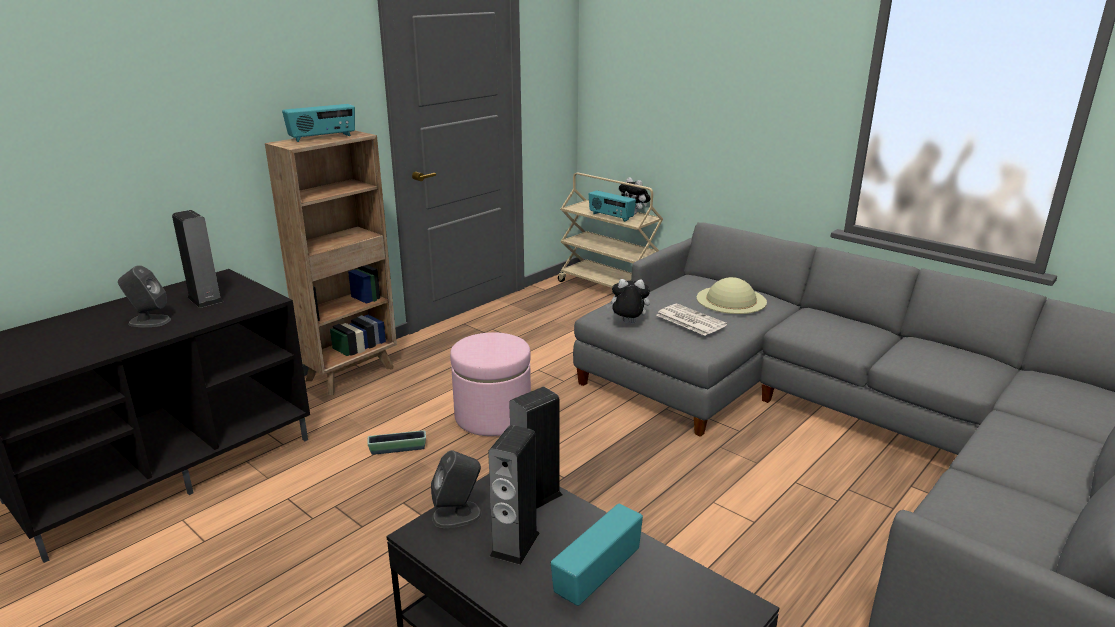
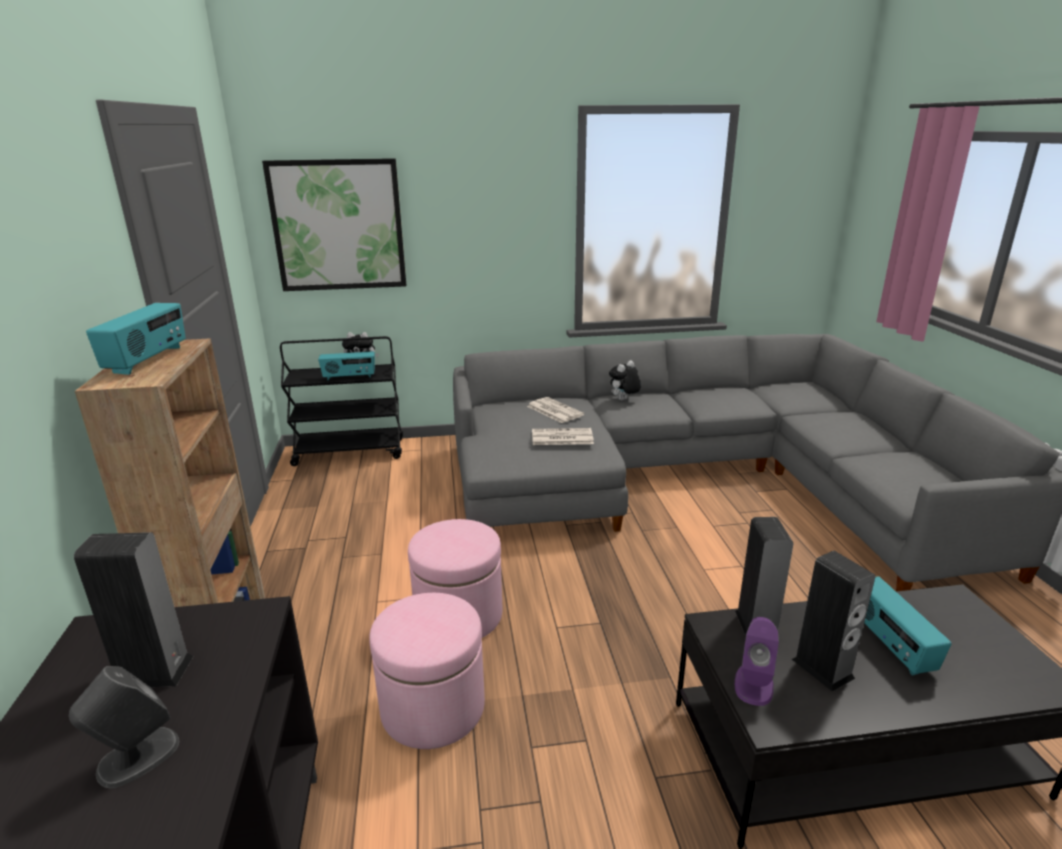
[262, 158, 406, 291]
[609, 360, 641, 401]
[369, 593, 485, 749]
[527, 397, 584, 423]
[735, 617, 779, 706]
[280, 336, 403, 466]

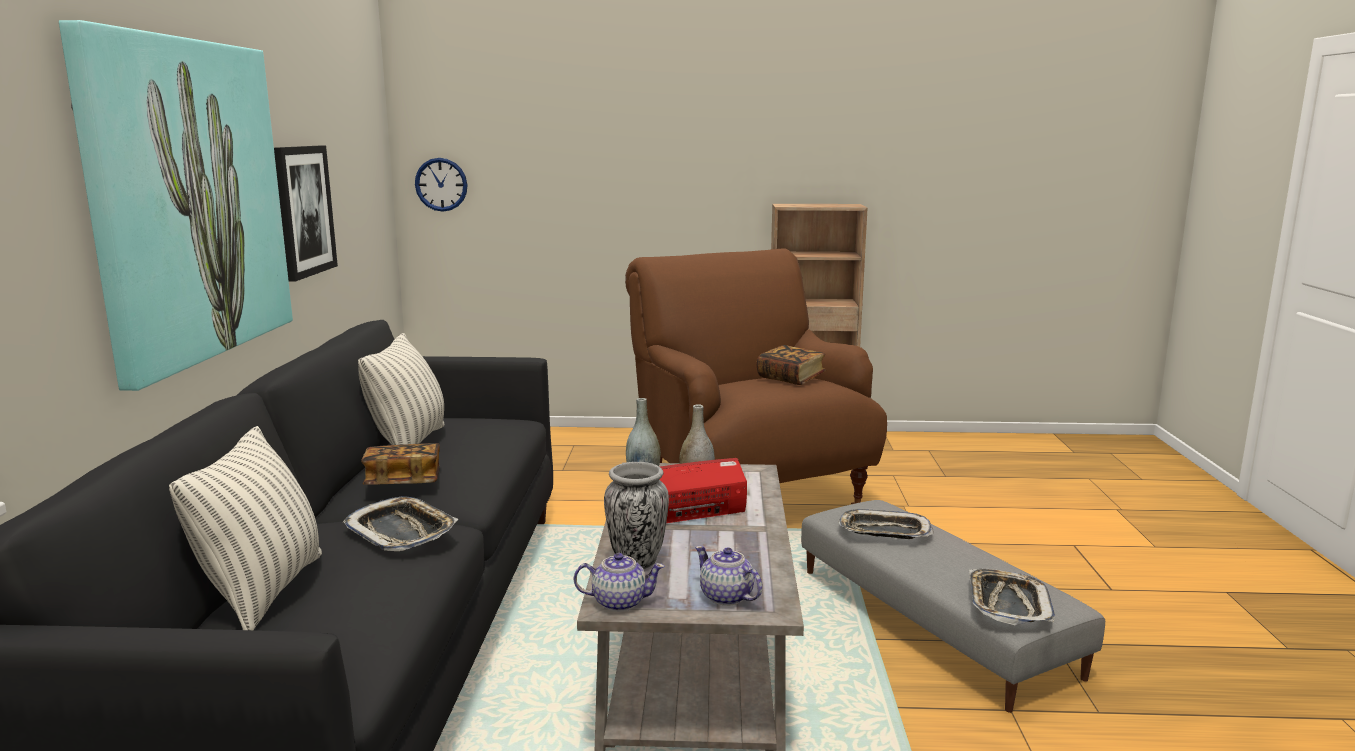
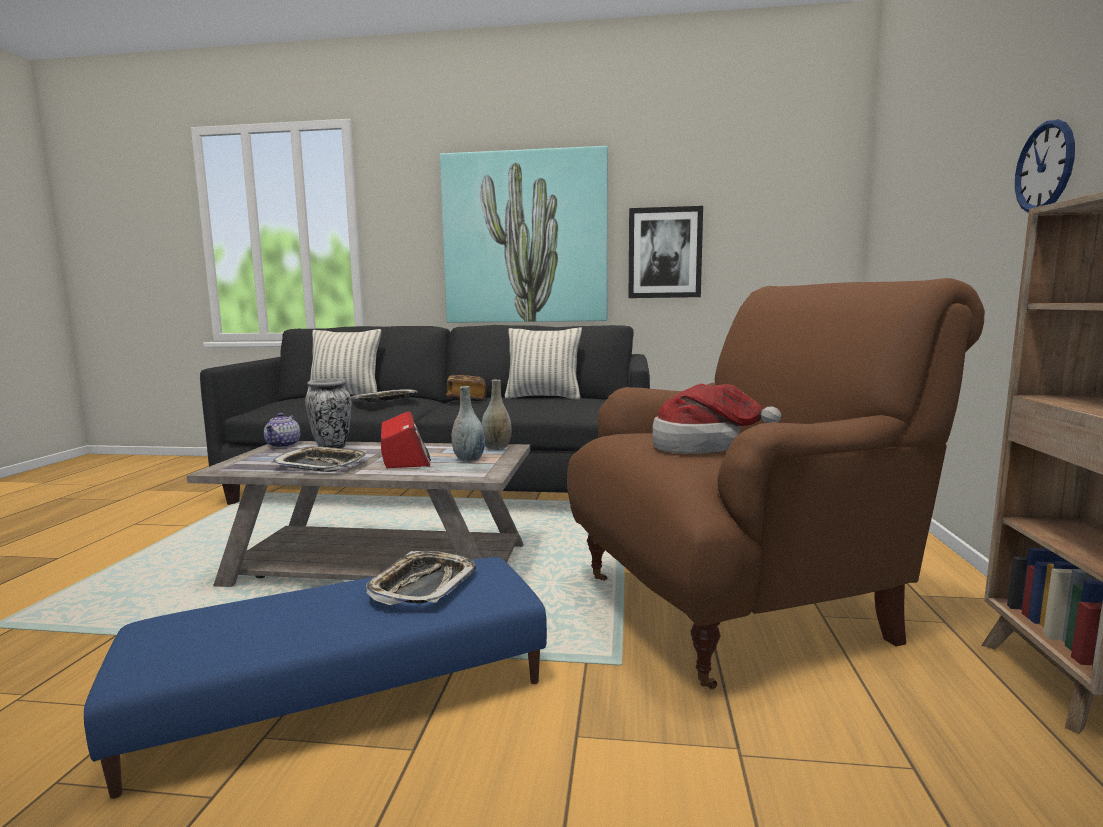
[695, 546, 762, 606] (first image)
[1015, 119, 1075, 213]
[271, 446, 366, 472]
[652, 383, 781, 454]
[84, 557, 547, 799]

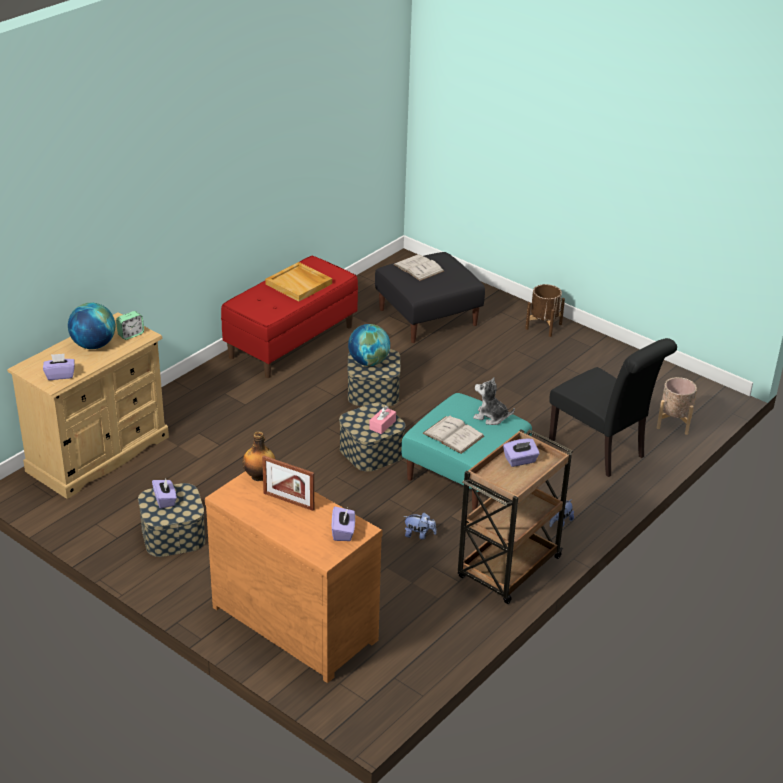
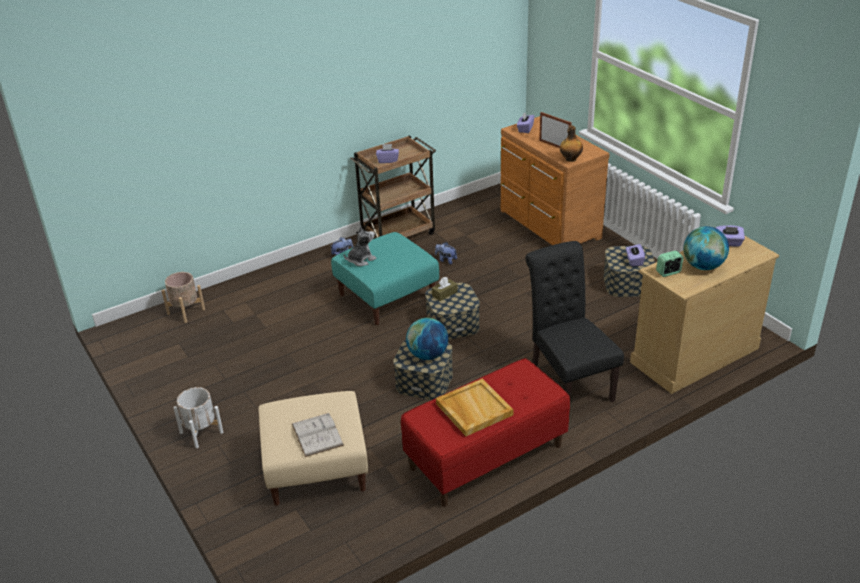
[422, 415, 484, 454] (first image)
[525, 241, 624, 414]
[432, 277, 458, 301]
[259, 391, 368, 506]
[173, 387, 223, 448]
[344, 226, 377, 266]

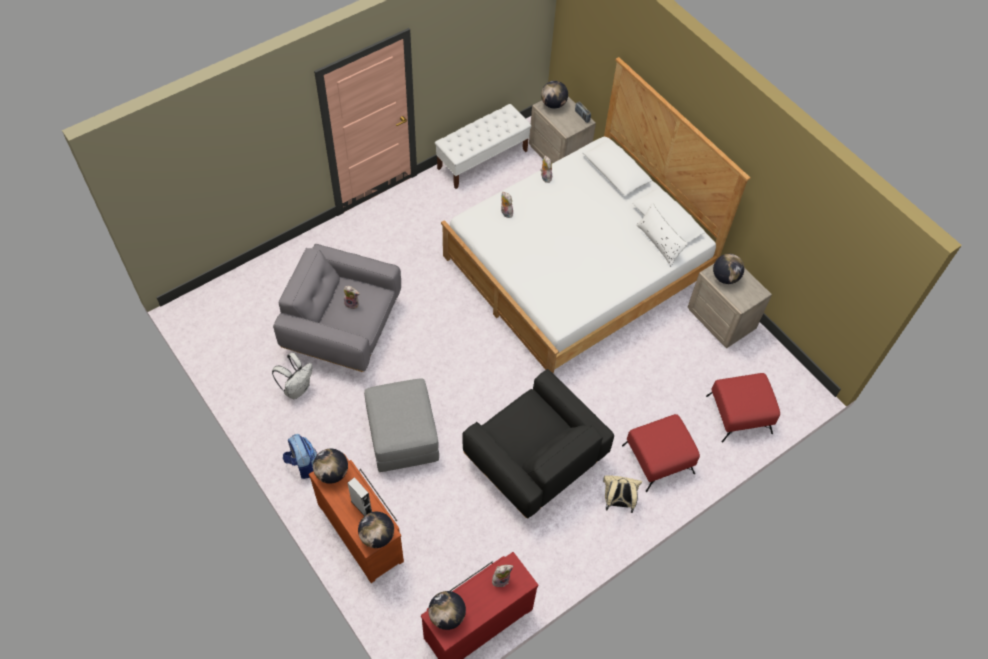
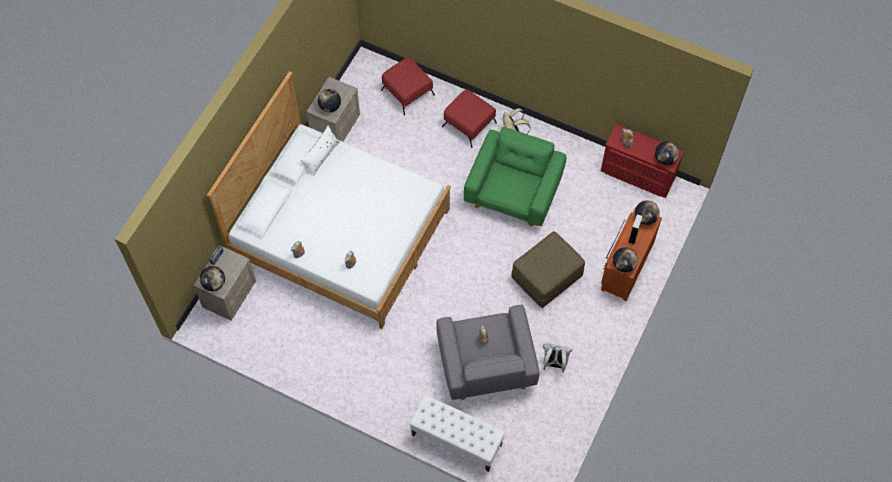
[283, 434, 317, 479] (first image)
[409, 395, 505, 472]
[511, 231, 585, 308]
[464, 127, 566, 226]

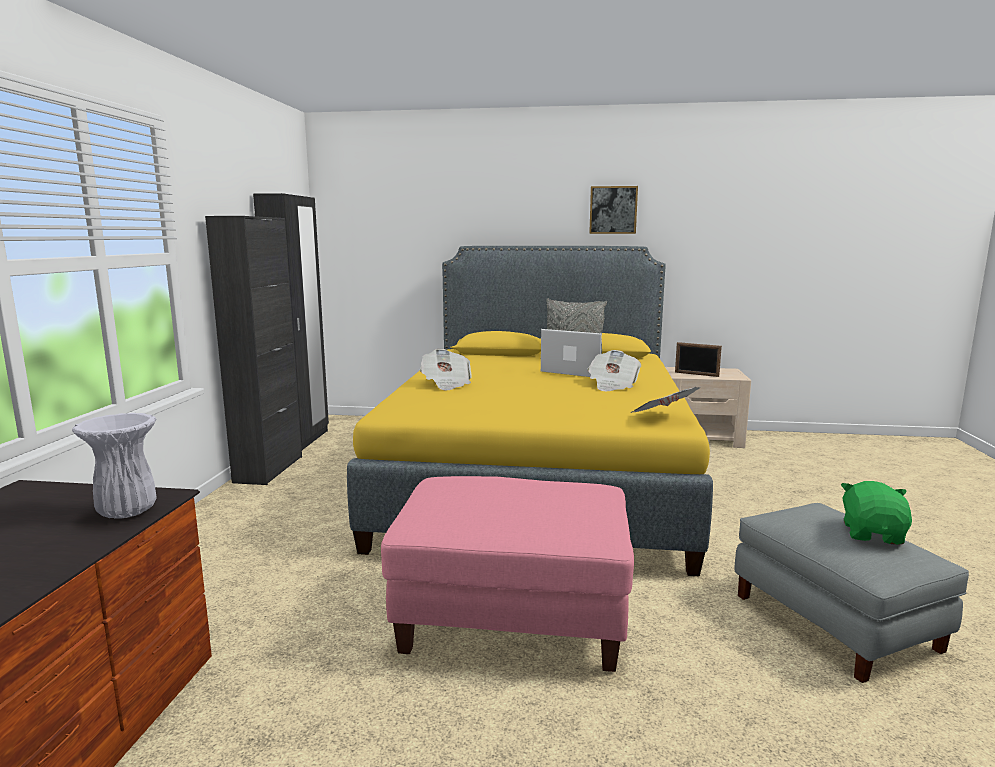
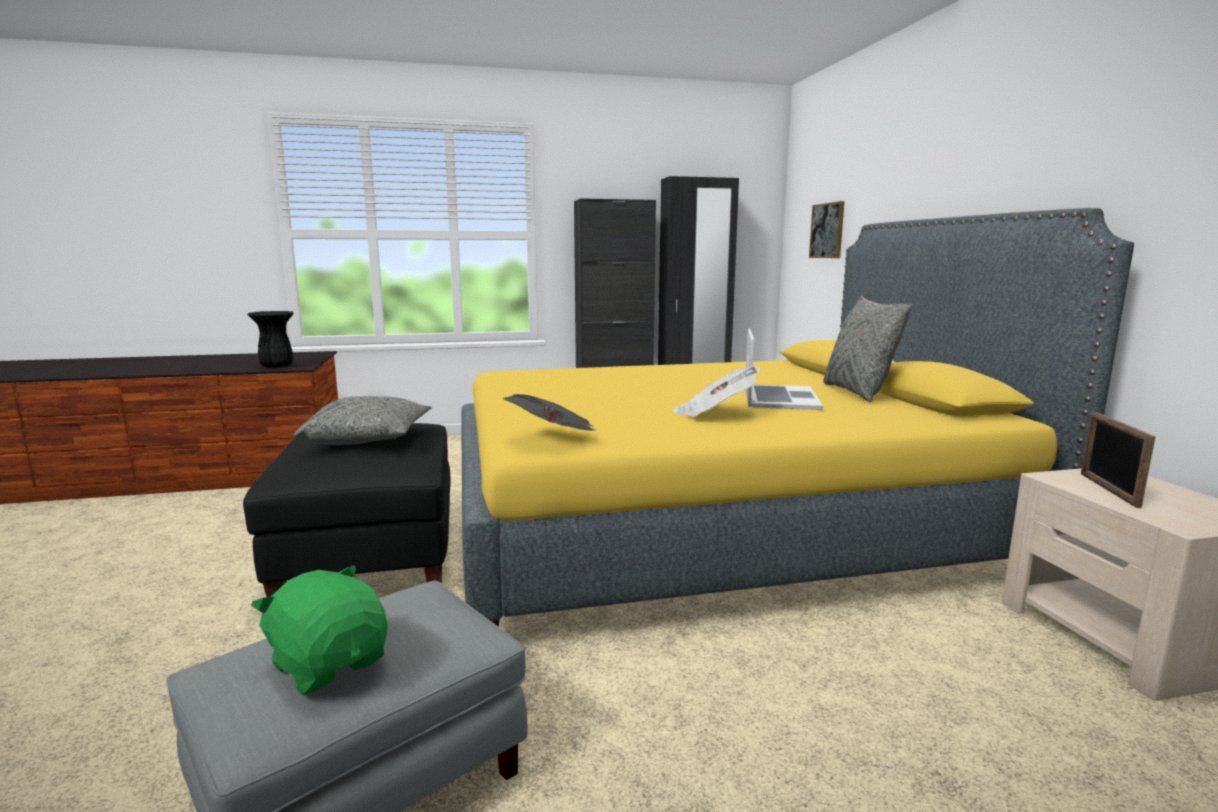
[420, 349, 471, 390] (first image)
[294, 396, 432, 445]
[809, 201, 845, 258]
[248, 311, 294, 368]
[243, 423, 451, 597]
[251, 565, 388, 695]

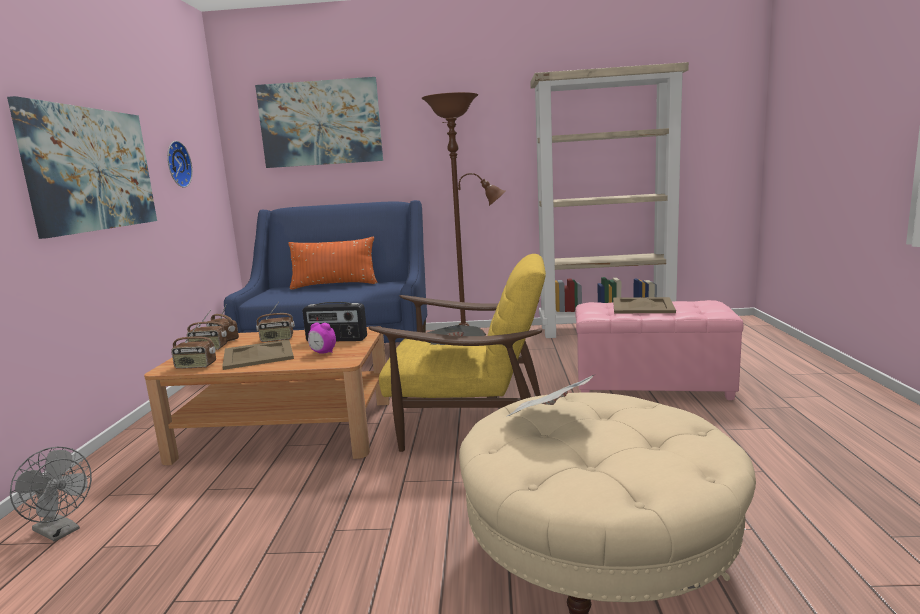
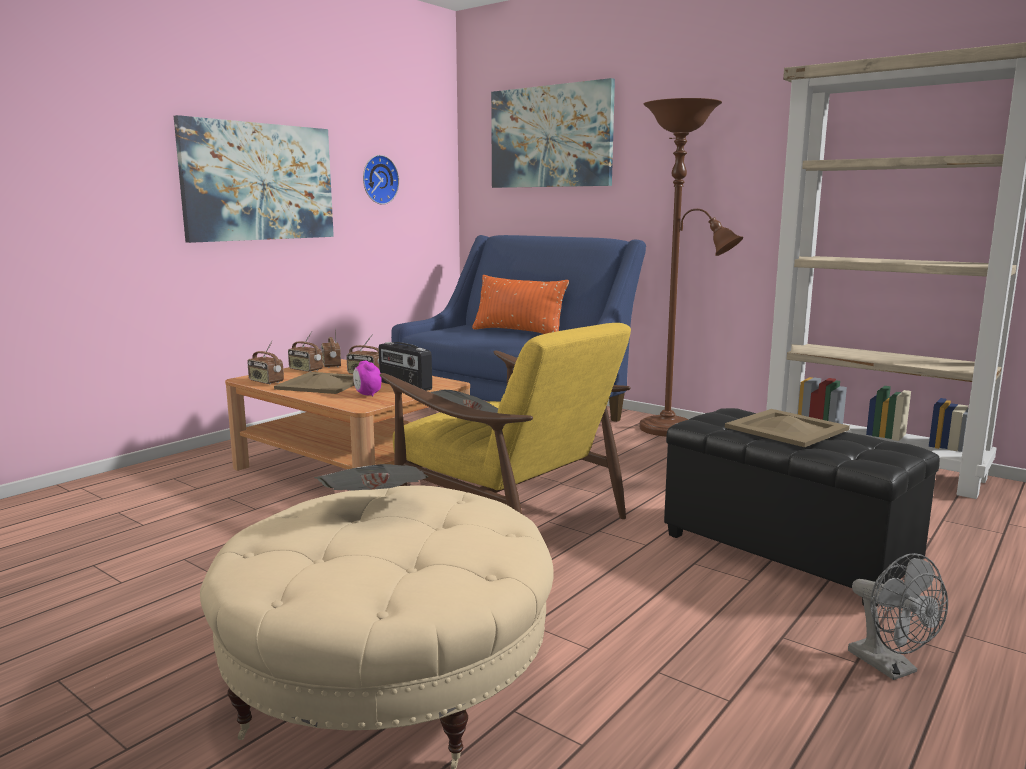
[848, 553, 948, 680]
[664, 408, 940, 607]

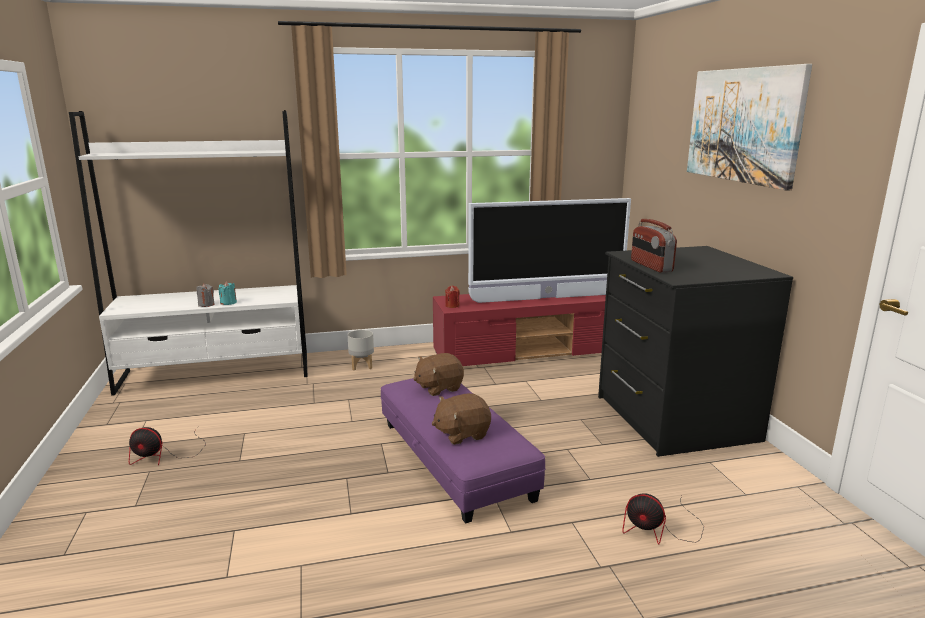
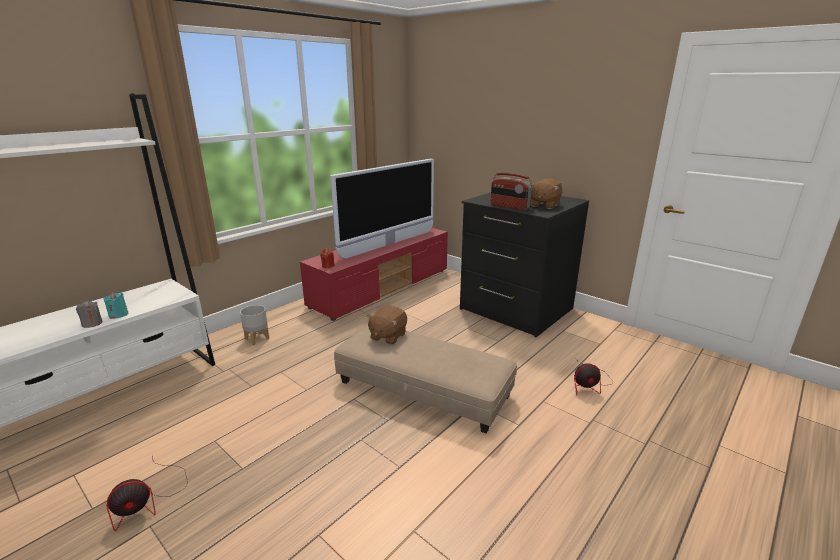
[687, 64, 812, 191] (first image)
[531, 178, 562, 209]
[334, 325, 517, 434]

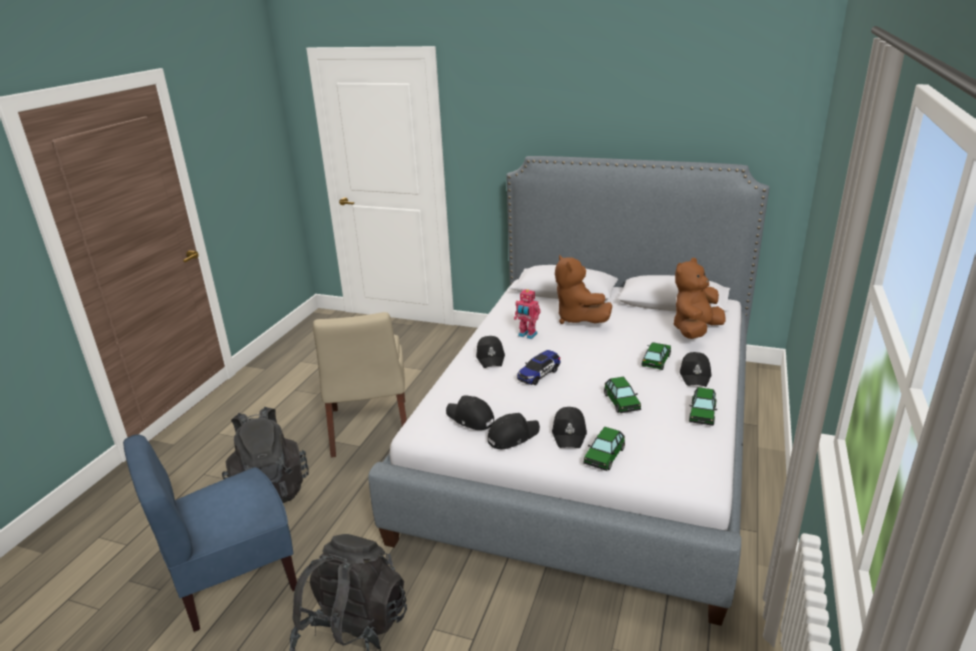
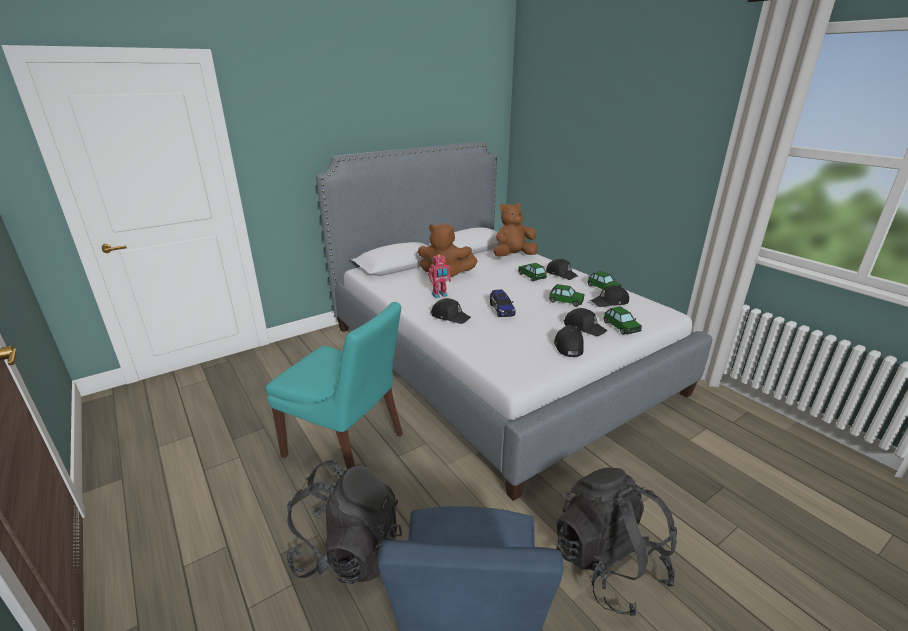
[591, 285, 629, 307]
[266, 302, 403, 469]
[494, 203, 538, 256]

